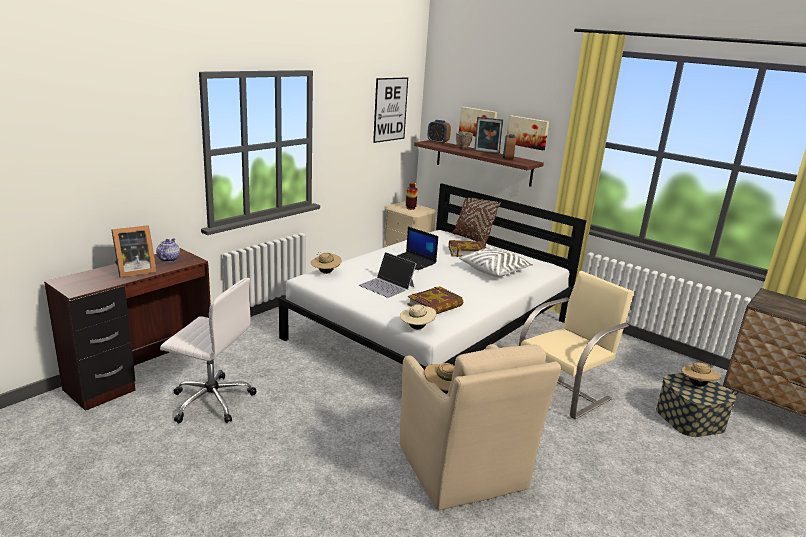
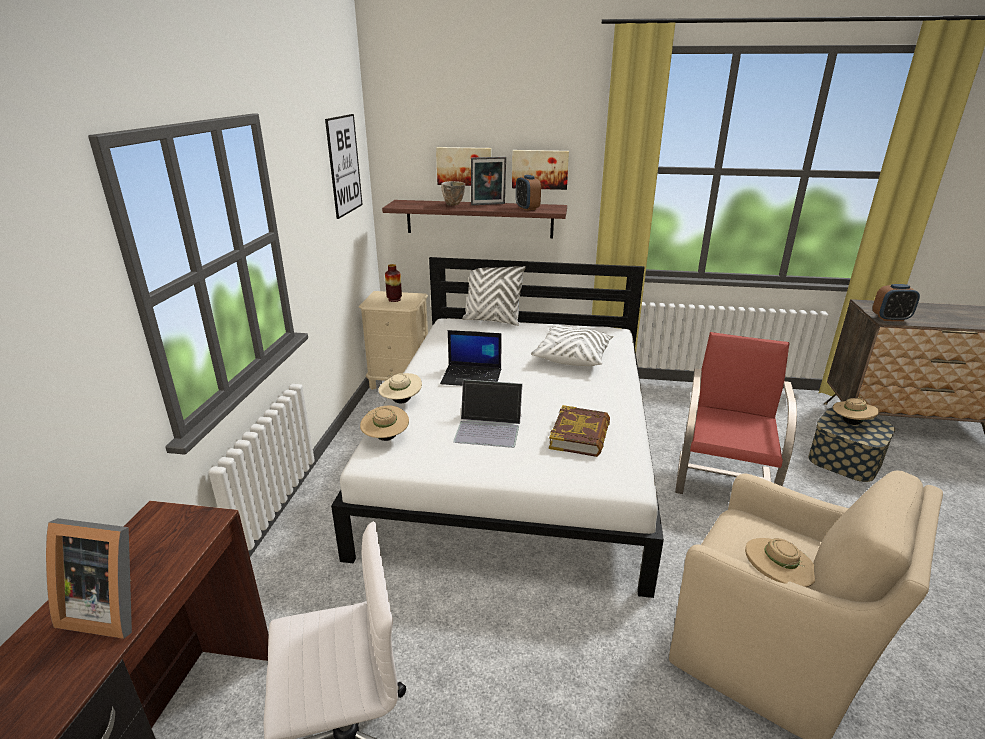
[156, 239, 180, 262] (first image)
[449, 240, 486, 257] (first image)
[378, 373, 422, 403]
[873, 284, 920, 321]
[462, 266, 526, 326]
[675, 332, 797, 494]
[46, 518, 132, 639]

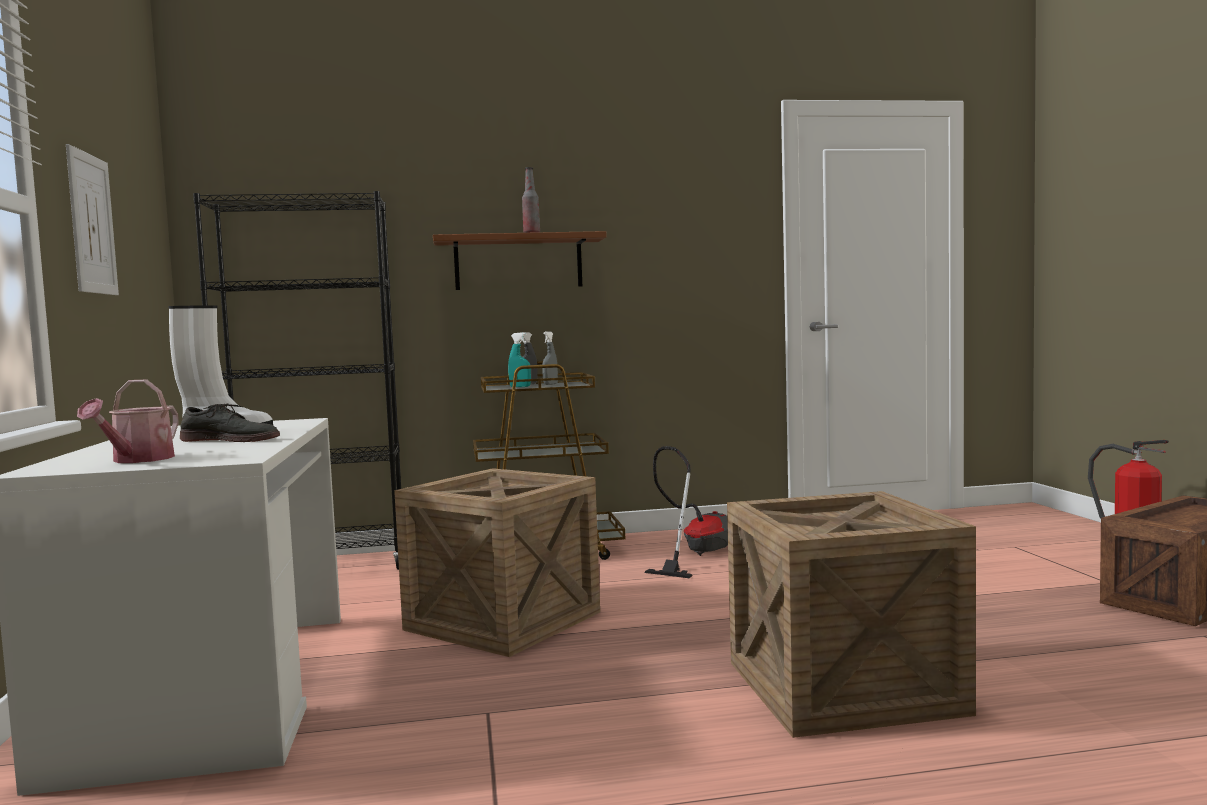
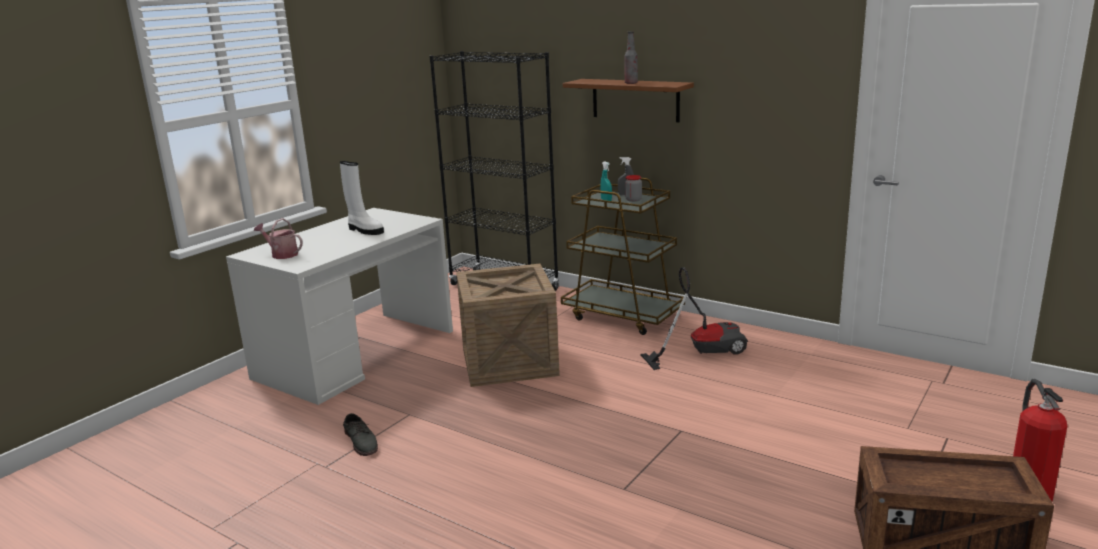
[66, 144, 119, 295] (first image)
[727, 491, 976, 738] (first image)
[343, 413, 378, 456]
[625, 175, 642, 202]
[254, 218, 303, 259]

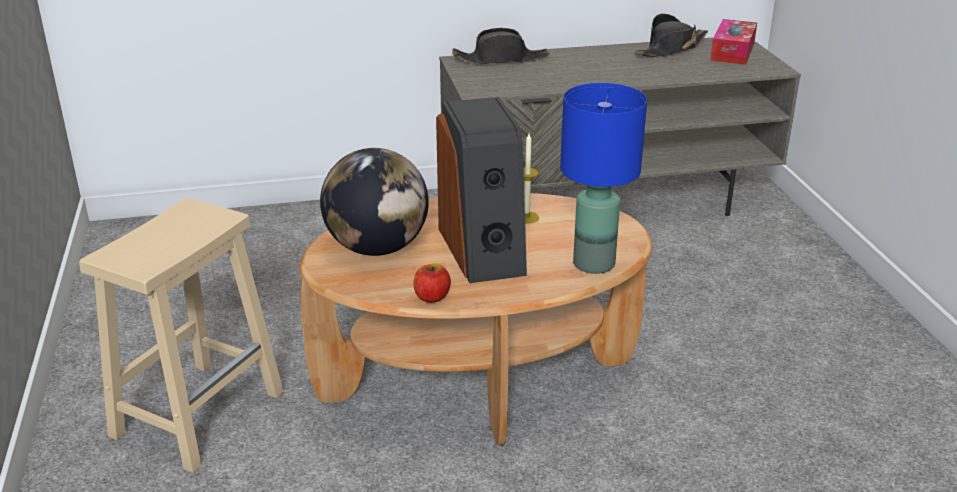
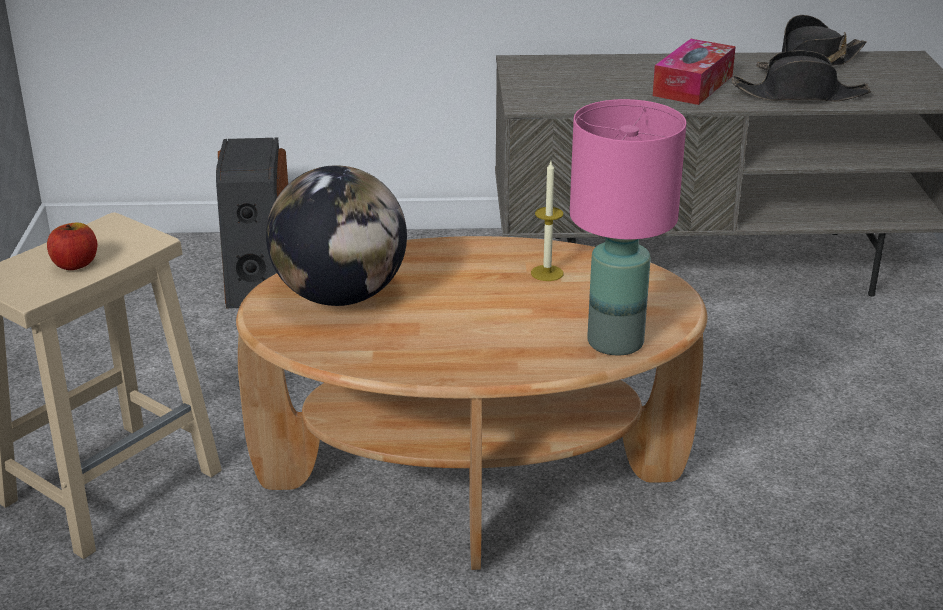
[47, 222, 98, 270]
[216, 138, 288, 308]
[732, 50, 871, 102]
[653, 39, 736, 105]
[570, 99, 686, 356]

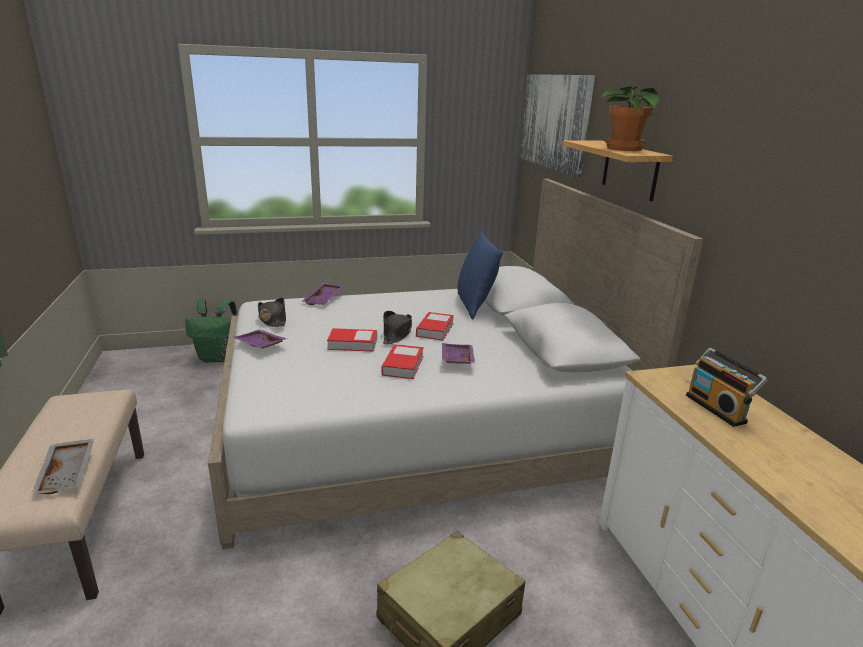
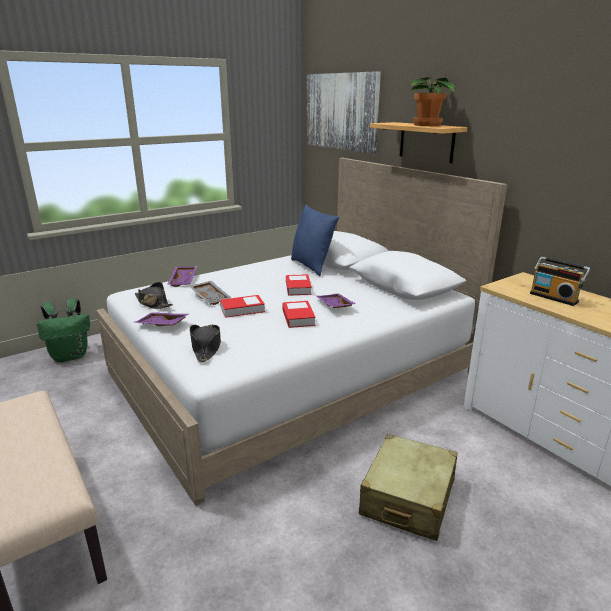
[189, 281, 232, 305]
[189, 325, 221, 362]

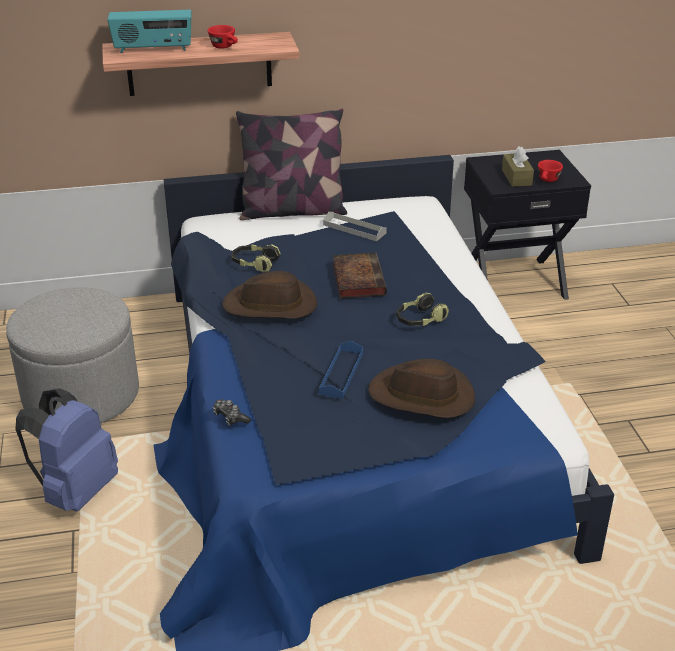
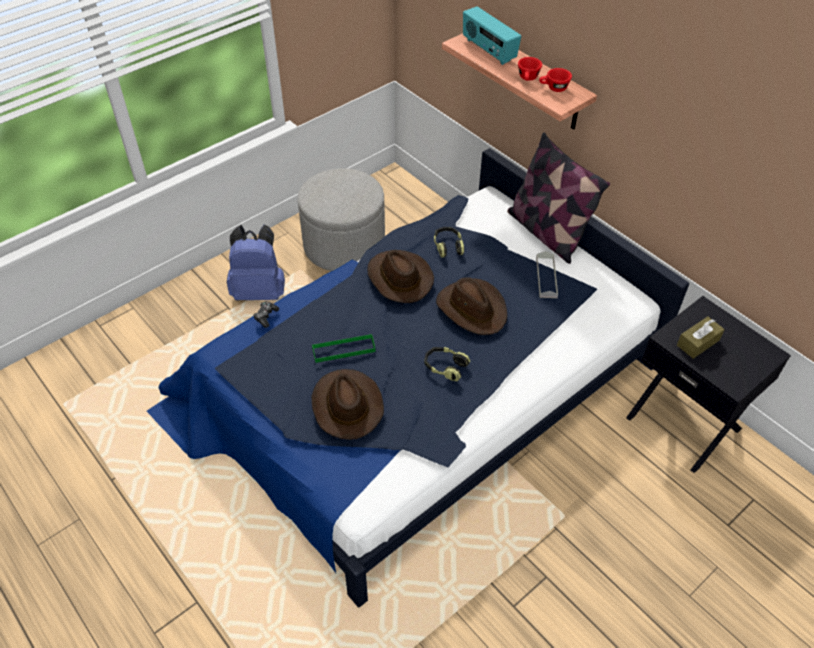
[539, 68, 572, 92]
[436, 277, 507, 335]
[312, 334, 375, 363]

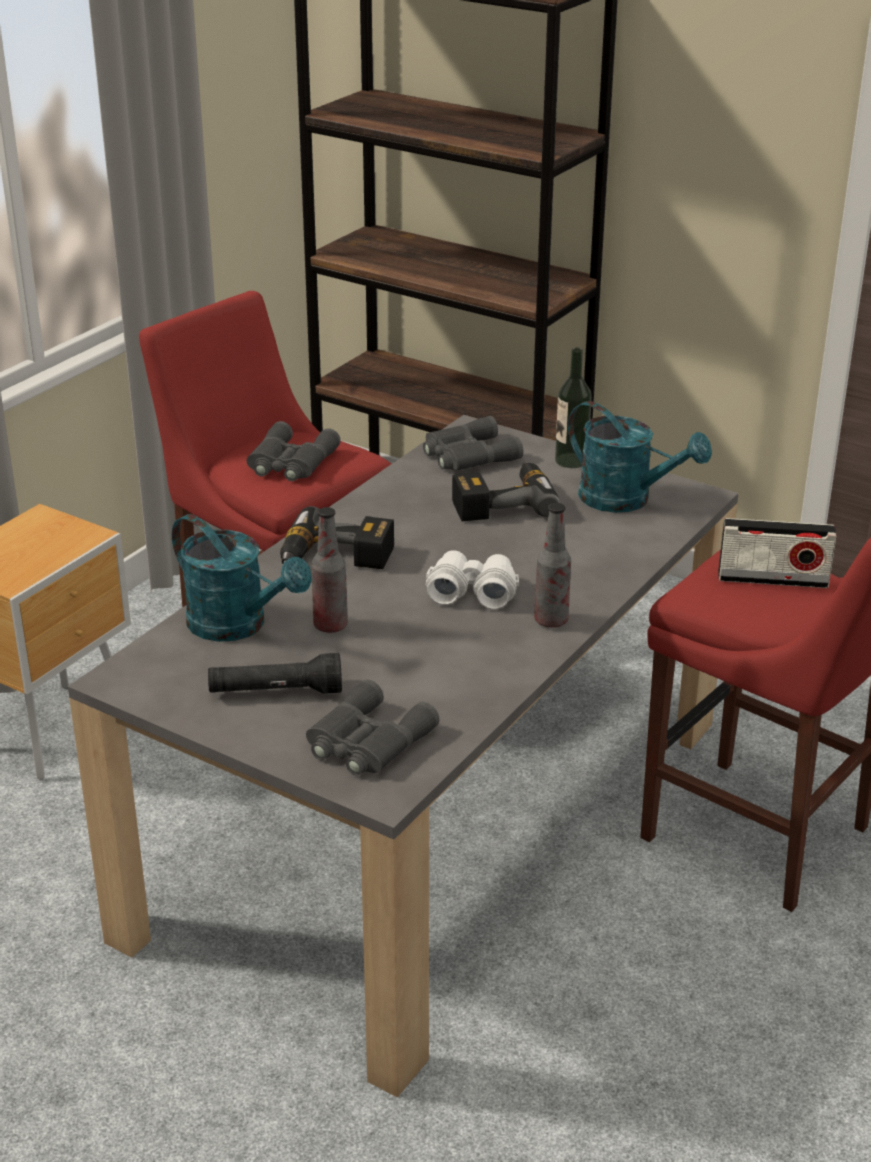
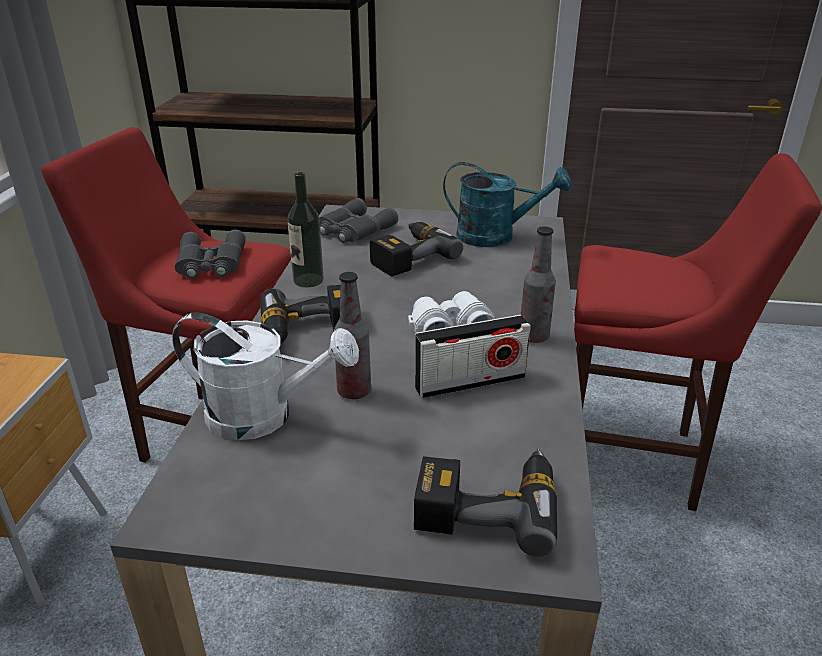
[208, 653, 342, 694] (first image)
[287, 172, 324, 287]
[415, 315, 531, 398]
[414, 448, 557, 557]
[172, 312, 359, 440]

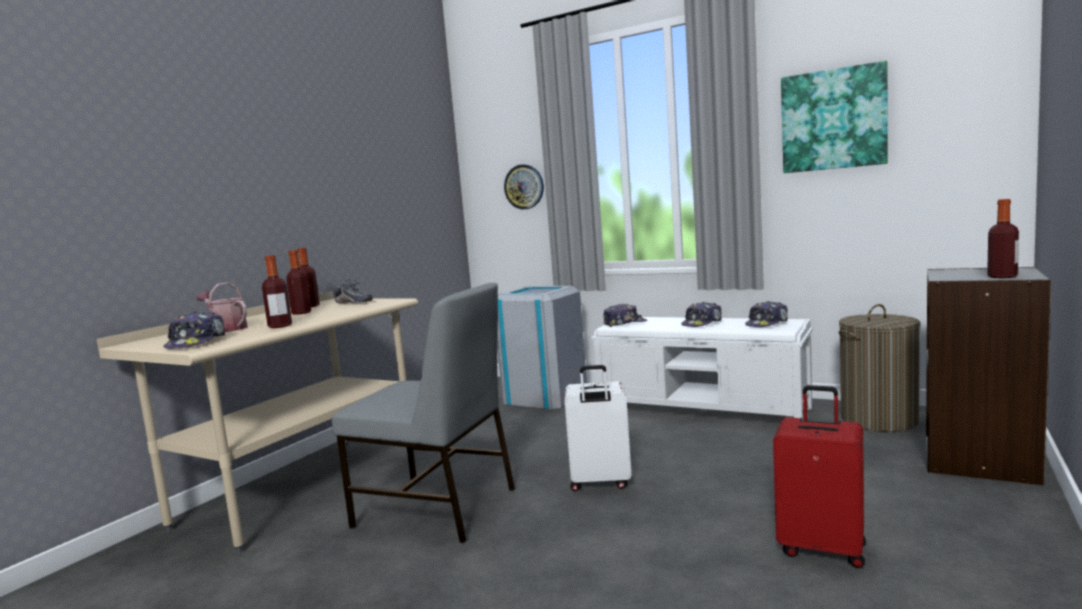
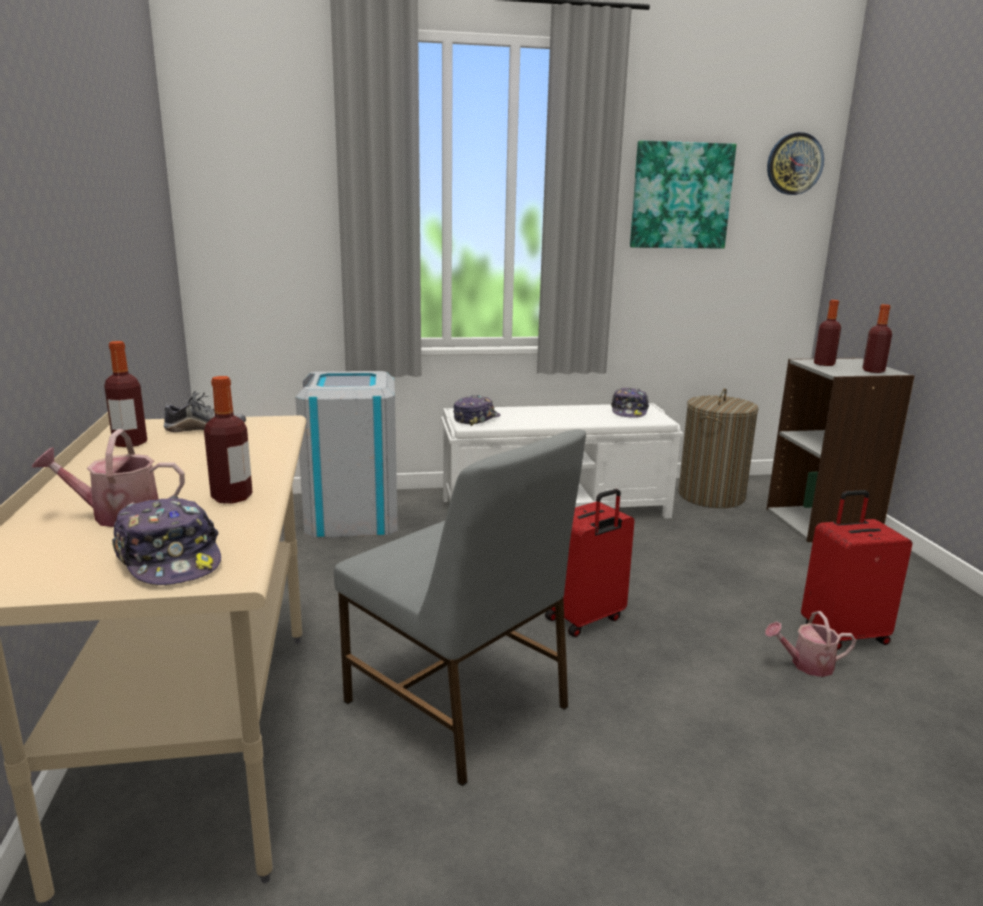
[681, 302, 722, 327] (first image)
[765, 611, 856, 677]
[814, 300, 841, 366]
[767, 132, 824, 195]
[545, 489, 634, 637]
[334, 429, 586, 786]

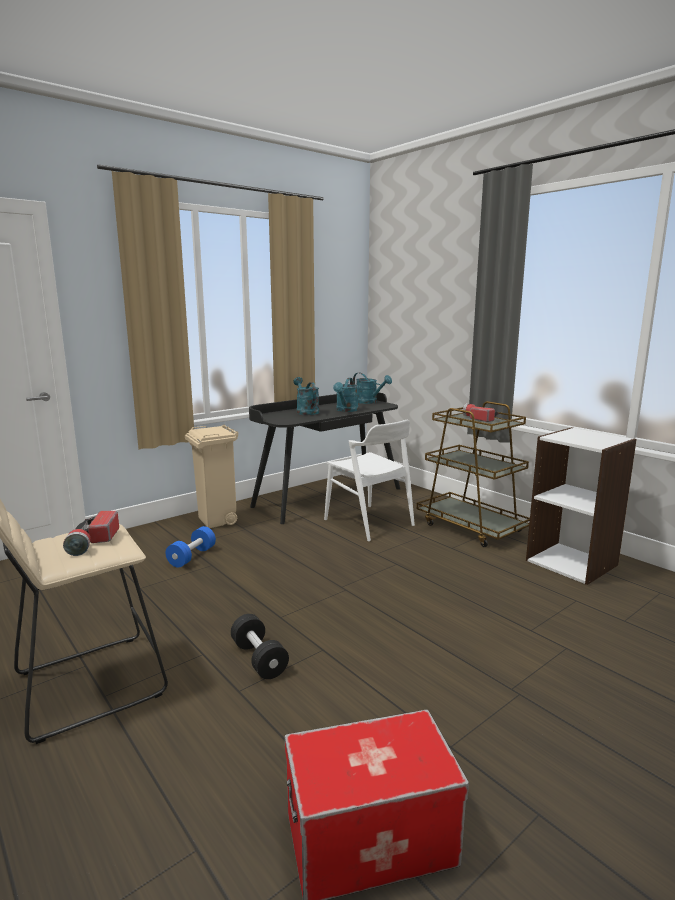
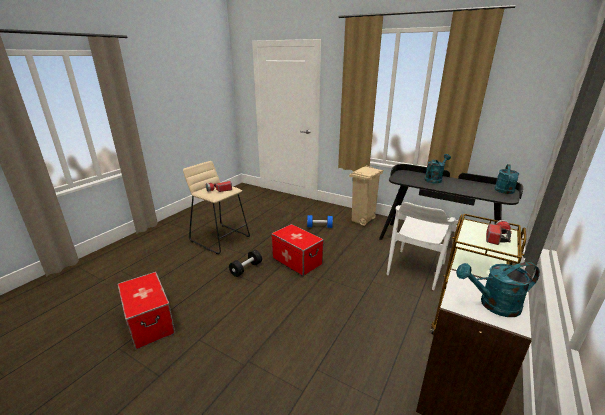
[271, 224, 324, 276]
[456, 262, 540, 317]

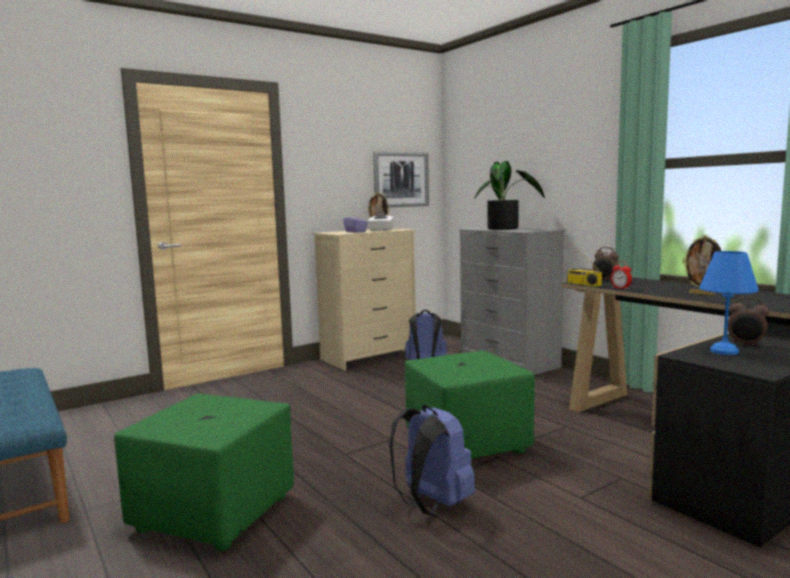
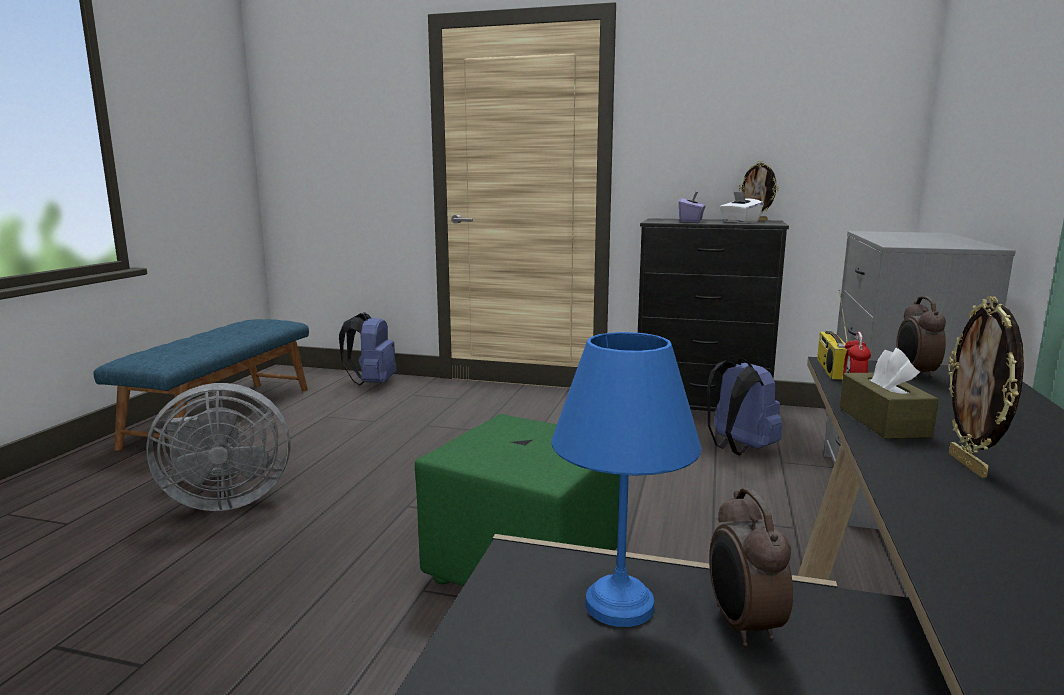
[373, 152, 429, 207] (first image)
[474, 161, 545, 230] (first image)
[839, 348, 939, 439]
[339, 312, 397, 385]
[146, 383, 290, 511]
[638, 218, 789, 412]

